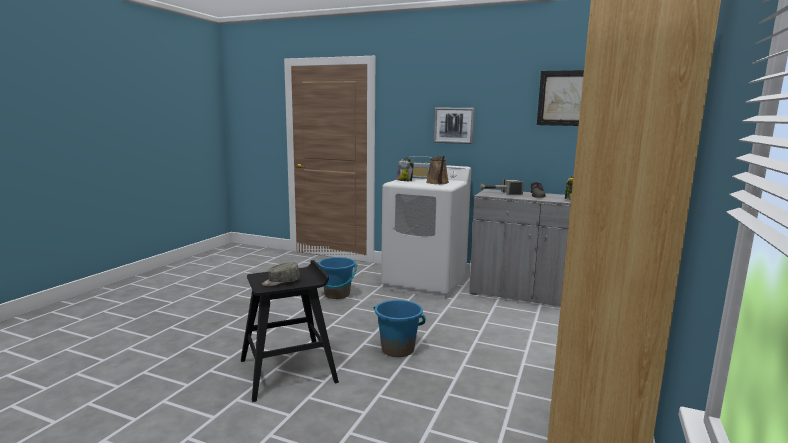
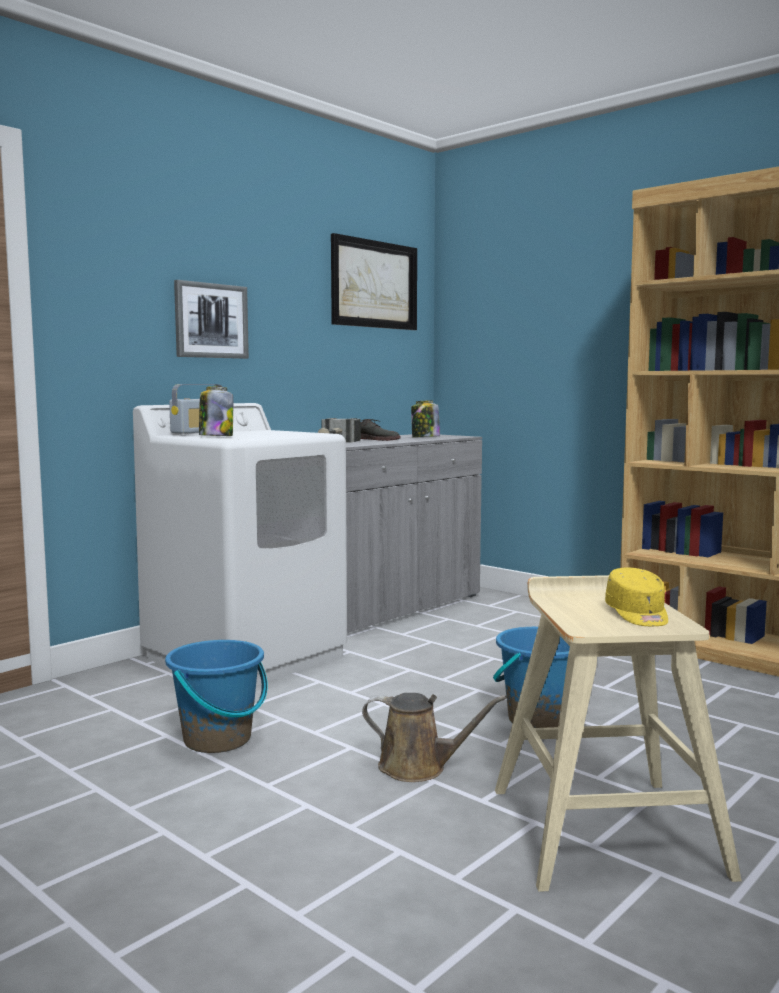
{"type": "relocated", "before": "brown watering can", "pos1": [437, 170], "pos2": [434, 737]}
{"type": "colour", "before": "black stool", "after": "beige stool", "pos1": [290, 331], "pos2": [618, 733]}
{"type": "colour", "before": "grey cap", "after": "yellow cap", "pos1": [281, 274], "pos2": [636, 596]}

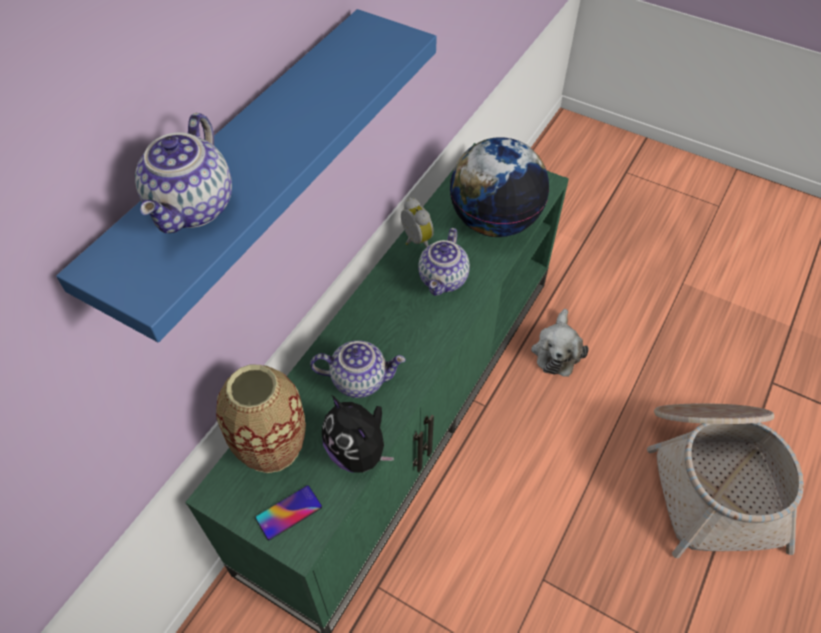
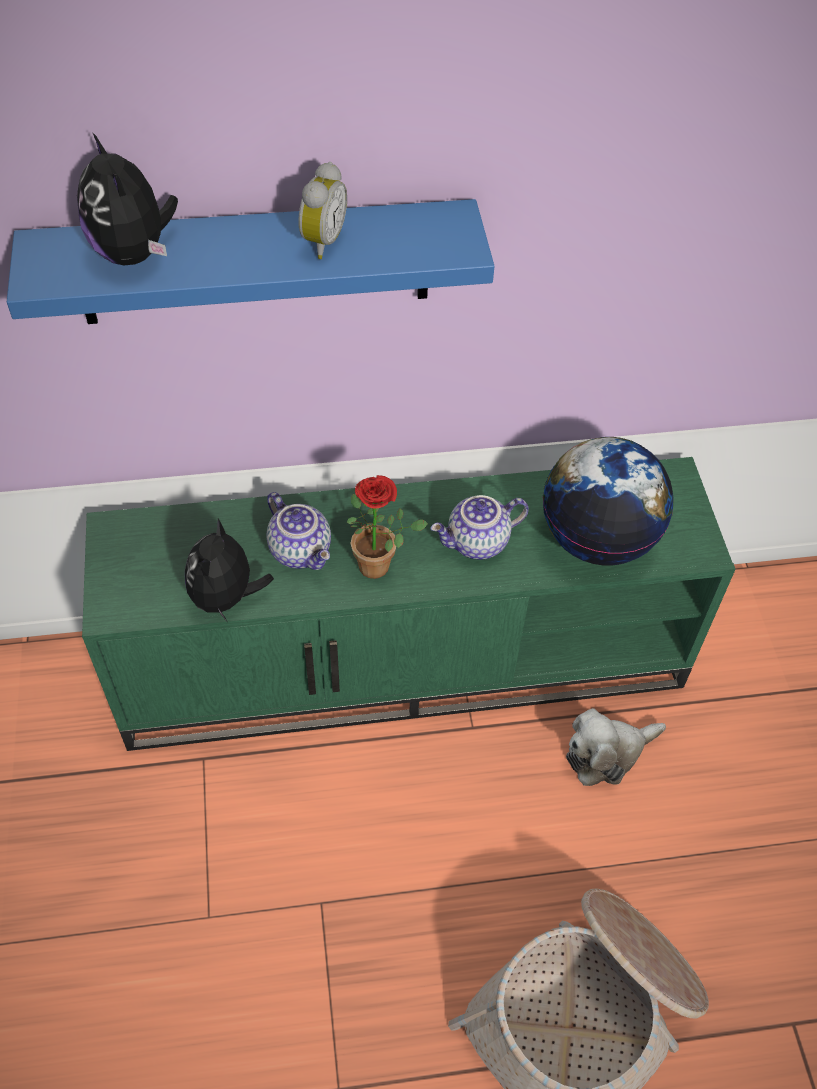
{"type": "exchanged", "before": "teapot", "after": "plush toy", "pos1": [183, 173], "pos2": [127, 199]}
{"type": "relocated", "before": "alarm clock", "pos1": [417, 223], "pos2": [322, 210]}
{"type": "missing", "before": "vase", "pos1": [261, 419]}
{"type": "missing", "before": "phone", "pos1": [288, 512]}
{"type": "appeared", "after": "potted plant", "pos2": [387, 527]}

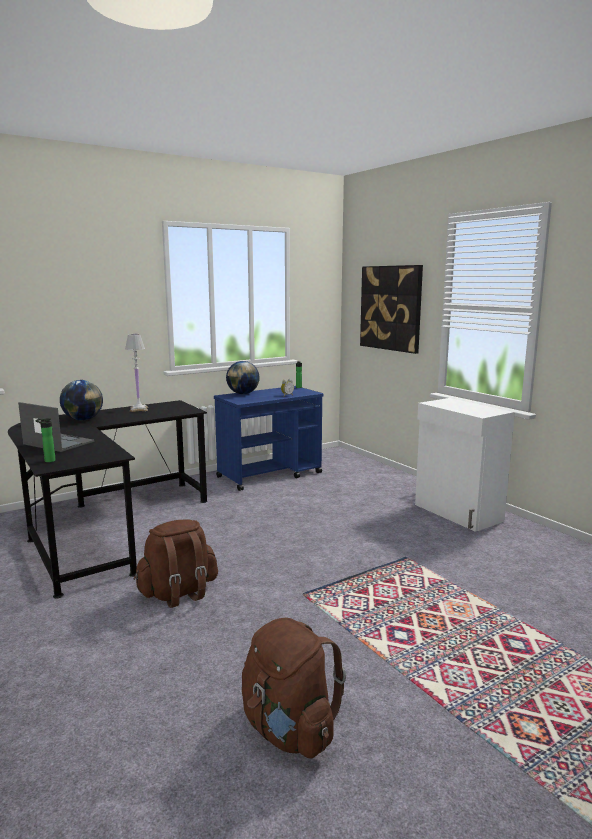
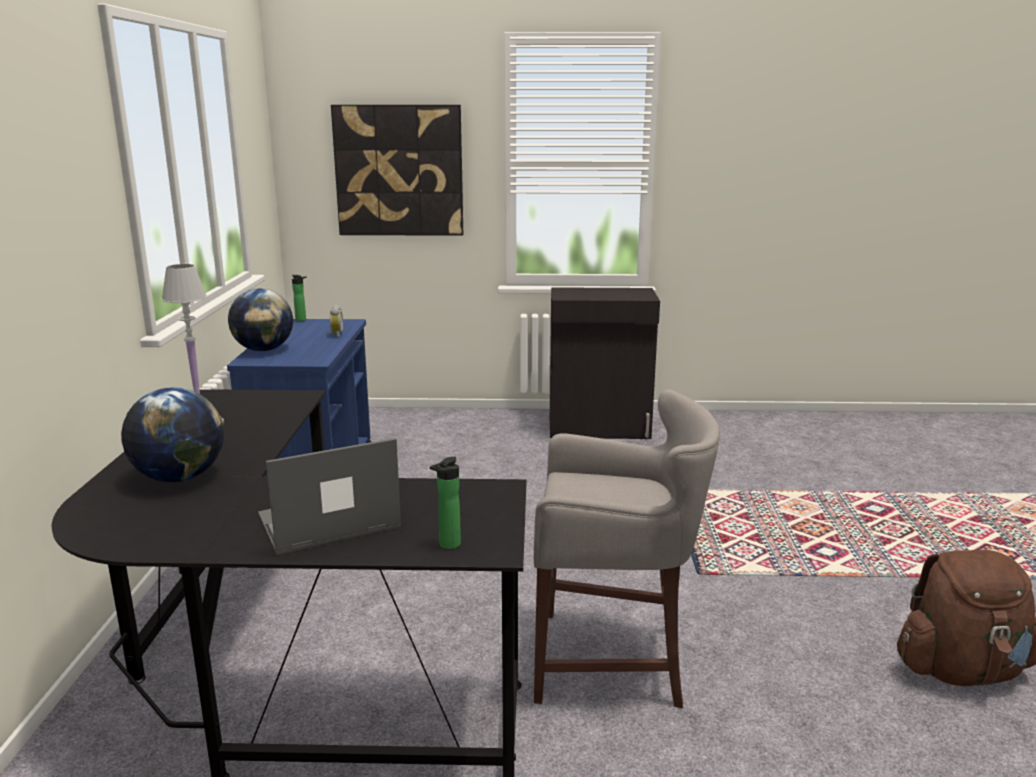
{"type": "colour", "before": "white cabinet", "after": "black cabinet", "pos1": [465, 465], "pos2": [605, 363]}
{"type": "exchanged", "before": "brown backpack", "after": "grey stool", "pos1": [176, 563], "pos2": [627, 549]}

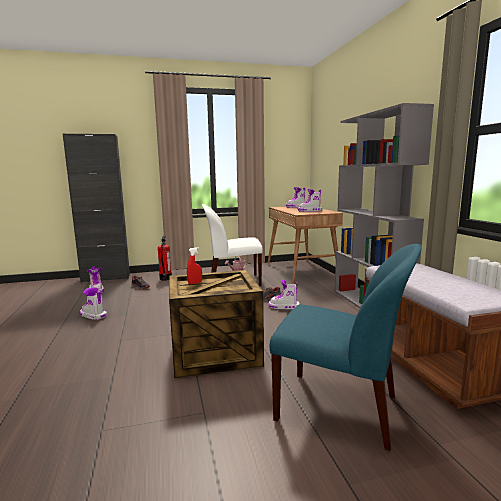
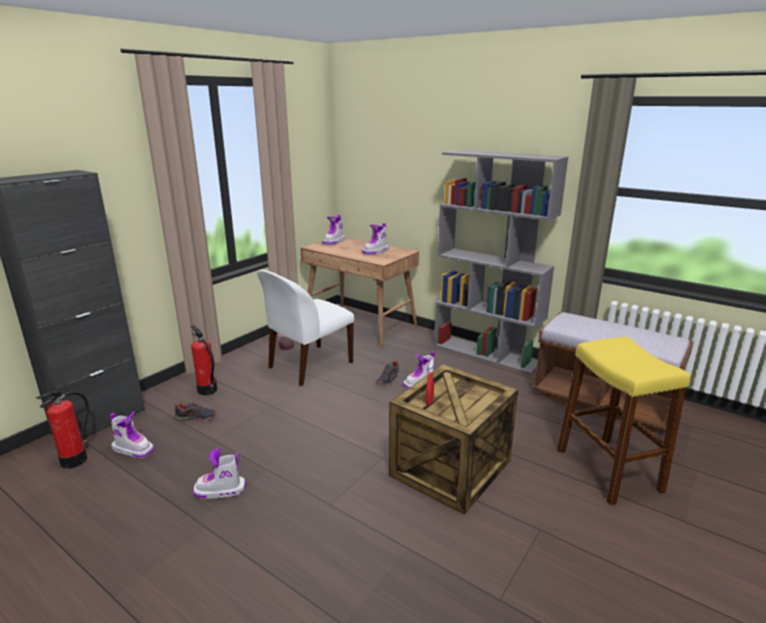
{"type": "exchanged", "before": "blue chair", "after": "yellow stool", "pos1": [345, 347], "pos2": [623, 421]}
{"type": "appeared", "after": "fire extinguisher", "pos2": [62, 430]}

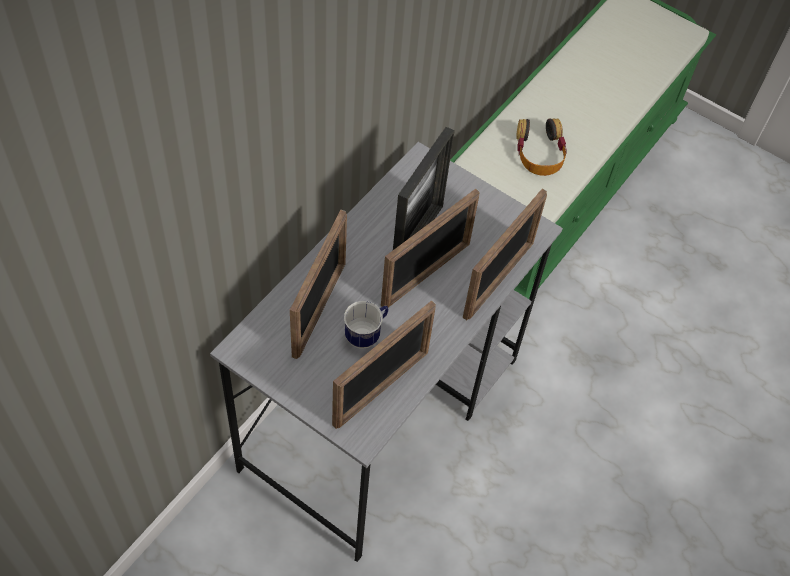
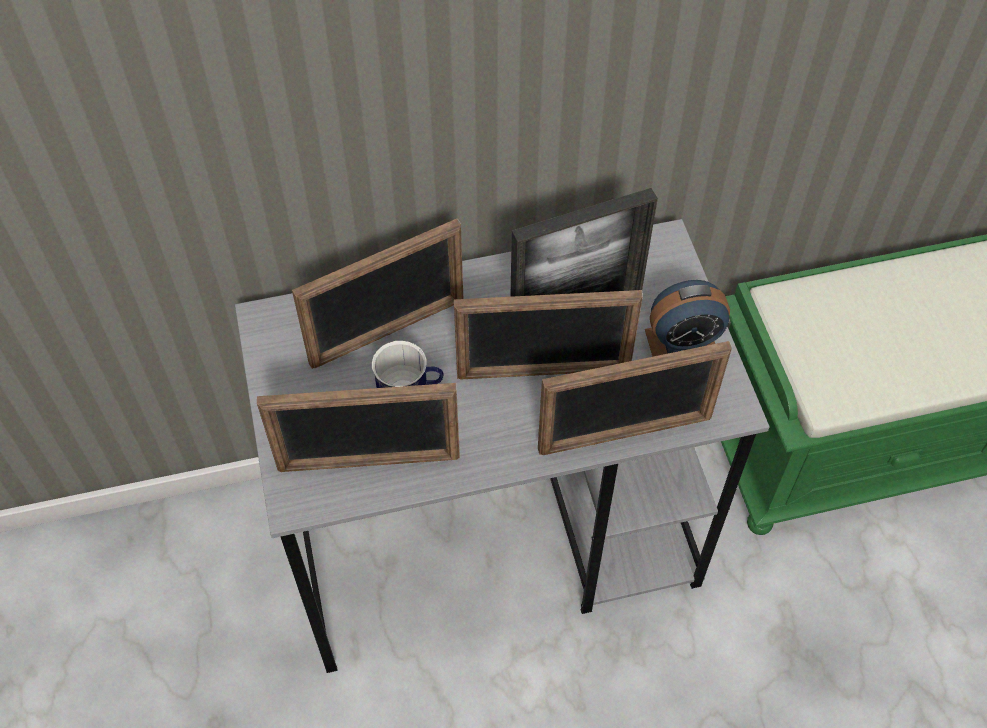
{"type": "missing", "before": "headphones", "pos1": [541, 147]}
{"type": "appeared", "after": "alarm clock", "pos2": [687, 318]}

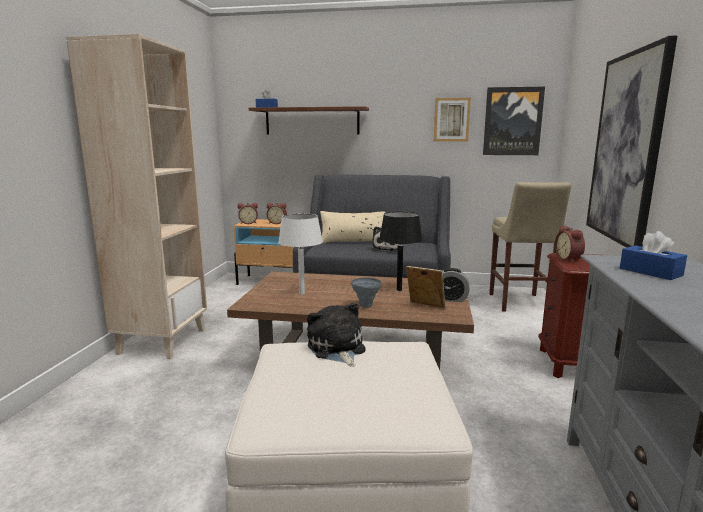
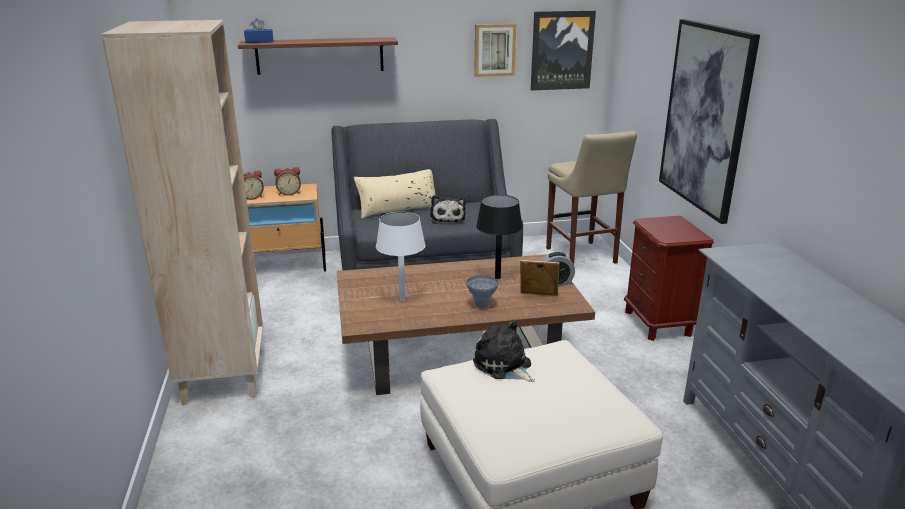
{"type": "missing", "before": "alarm clock", "pos1": [570, 244]}
{"type": "missing", "before": "blue tissue box", "pos1": [653, 255]}

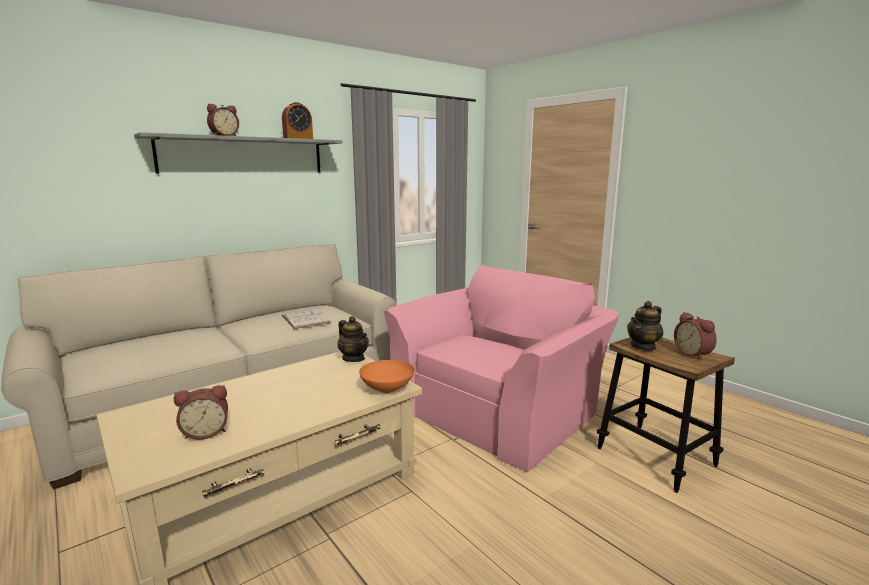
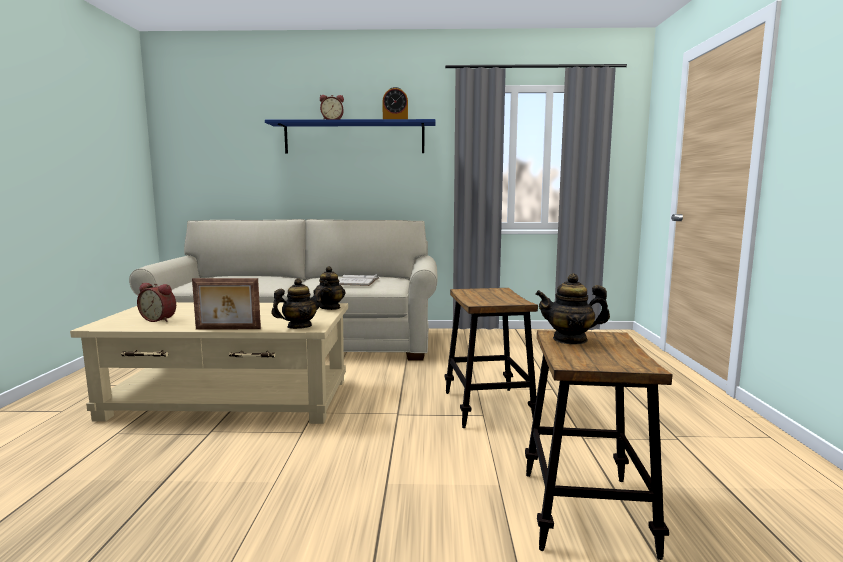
{"type": "colour", "before": "grey shelf", "after": "blue shelf", "pos1": [238, 153], "pos2": [350, 136]}
{"type": "exchanged", "before": "pink armchair", "after": "stool", "pos1": [501, 369], "pos2": [491, 358]}
{"type": "missing", "before": "alarm clock", "pos1": [695, 336]}
{"type": "exchanged", "before": "orange bowl", "after": "teapot", "pos1": [386, 376], "pos2": [297, 303]}
{"type": "appeared", "after": "picture frame", "pos2": [226, 304]}

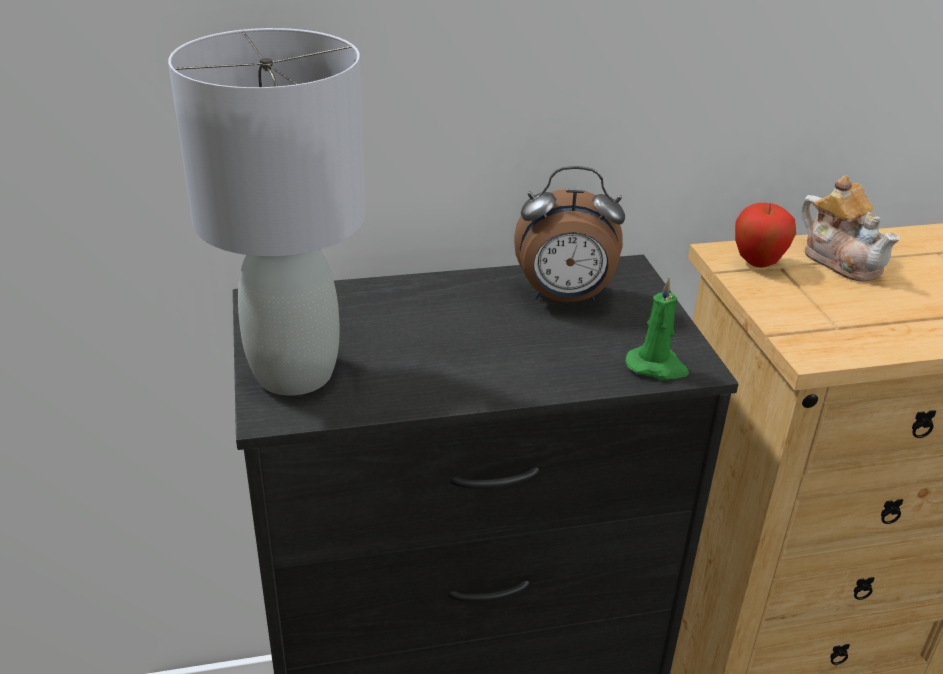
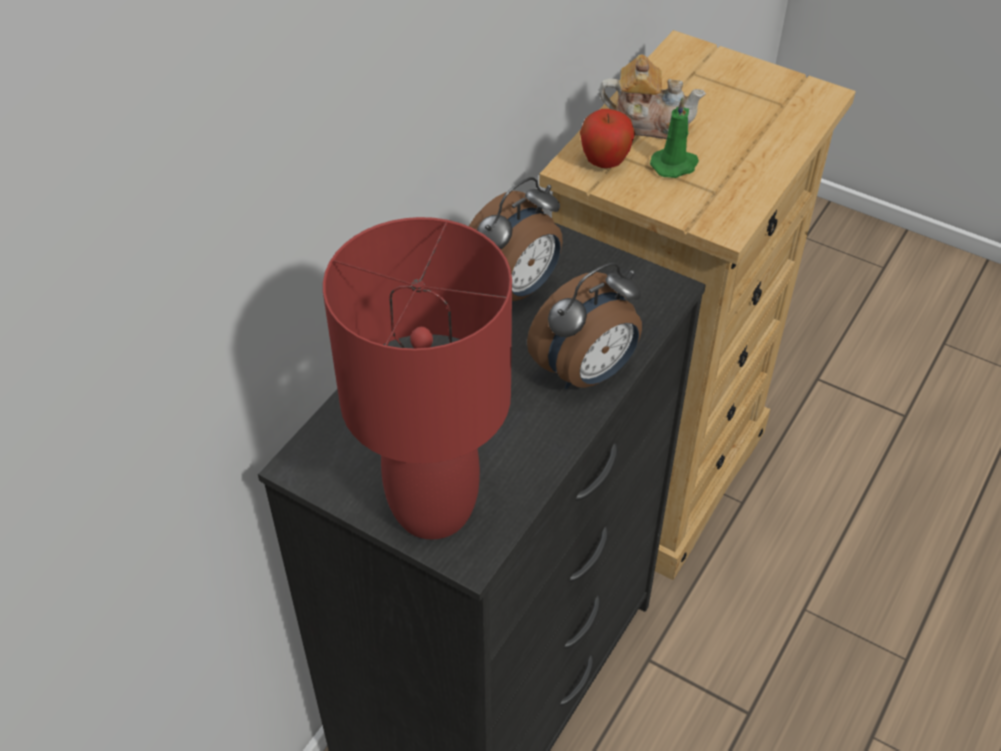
{"type": "colour", "before": "grey table lamp", "after": "red table lamp", "pos1": [267, 212], "pos2": [417, 378]}
{"type": "relocated", "before": "green candle", "pos1": [657, 329], "pos2": [674, 137]}
{"type": "appeared", "after": "alarm clock", "pos2": [584, 326]}

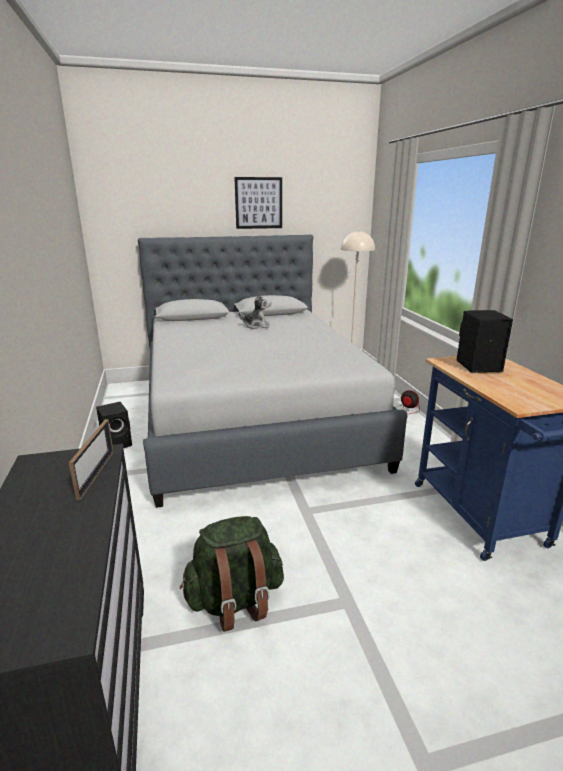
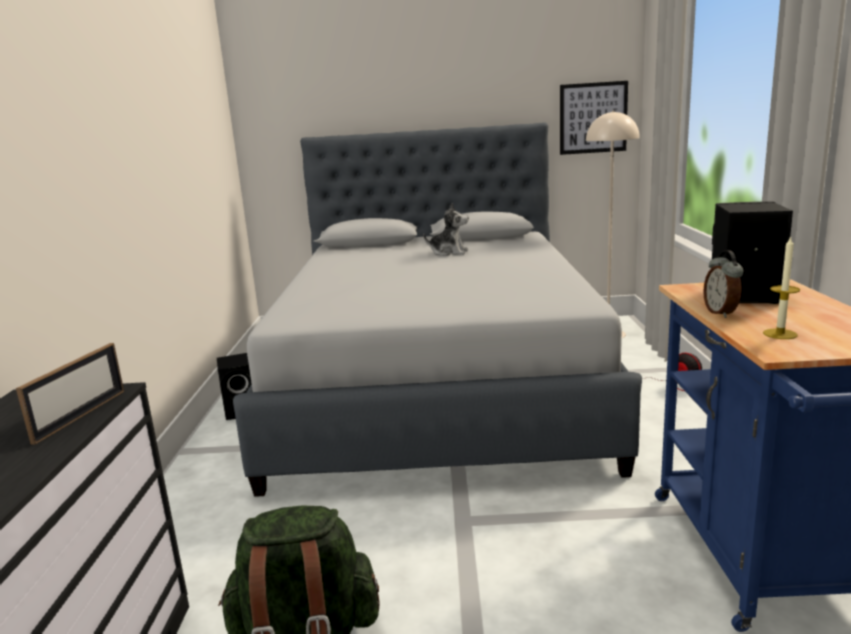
{"type": "relocated", "before": "picture", "pos1": [258, 203], "pos2": [594, 118]}
{"type": "appeared", "after": "candle", "pos2": [781, 287]}
{"type": "appeared", "after": "alarm clock", "pos2": [723, 284]}

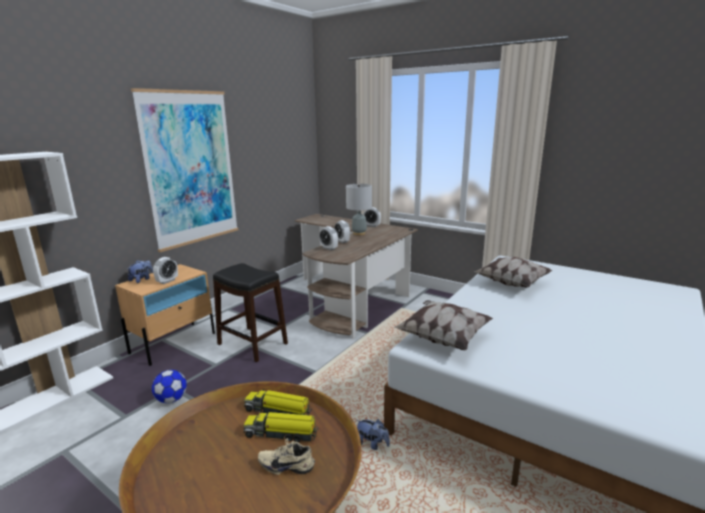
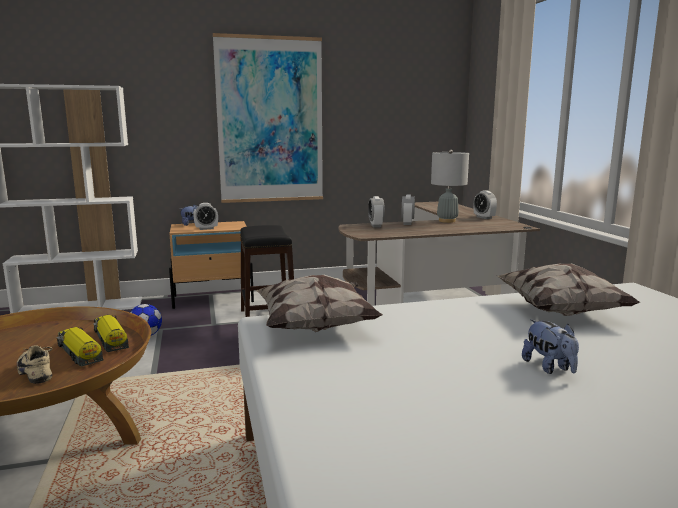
{"type": "relocated", "before": "plush toy", "pos1": [373, 434], "pos2": [550, 346]}

